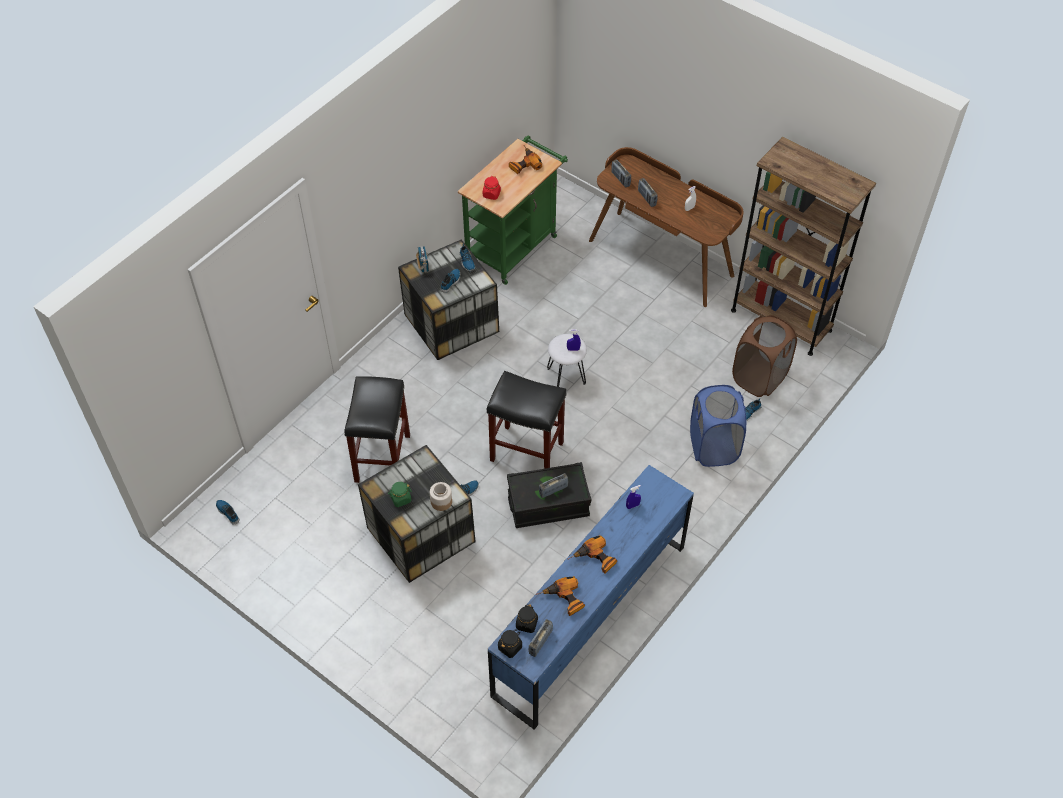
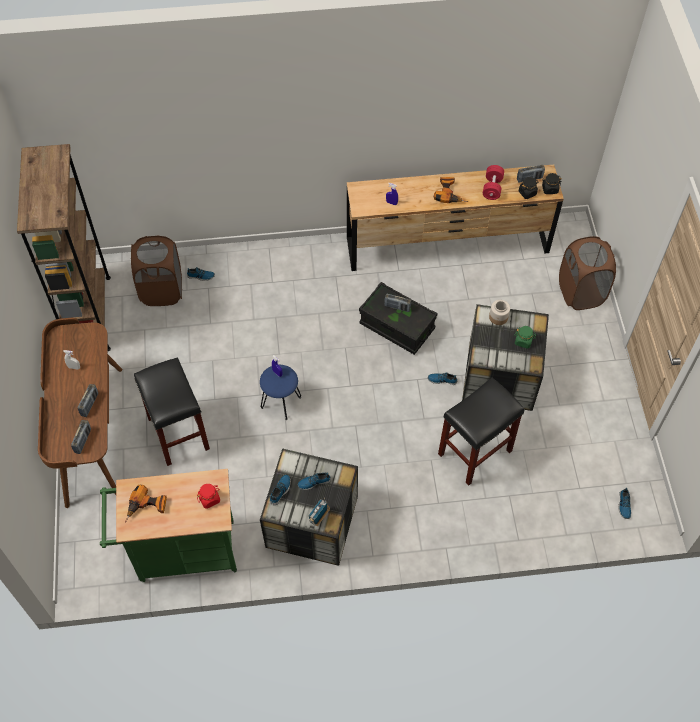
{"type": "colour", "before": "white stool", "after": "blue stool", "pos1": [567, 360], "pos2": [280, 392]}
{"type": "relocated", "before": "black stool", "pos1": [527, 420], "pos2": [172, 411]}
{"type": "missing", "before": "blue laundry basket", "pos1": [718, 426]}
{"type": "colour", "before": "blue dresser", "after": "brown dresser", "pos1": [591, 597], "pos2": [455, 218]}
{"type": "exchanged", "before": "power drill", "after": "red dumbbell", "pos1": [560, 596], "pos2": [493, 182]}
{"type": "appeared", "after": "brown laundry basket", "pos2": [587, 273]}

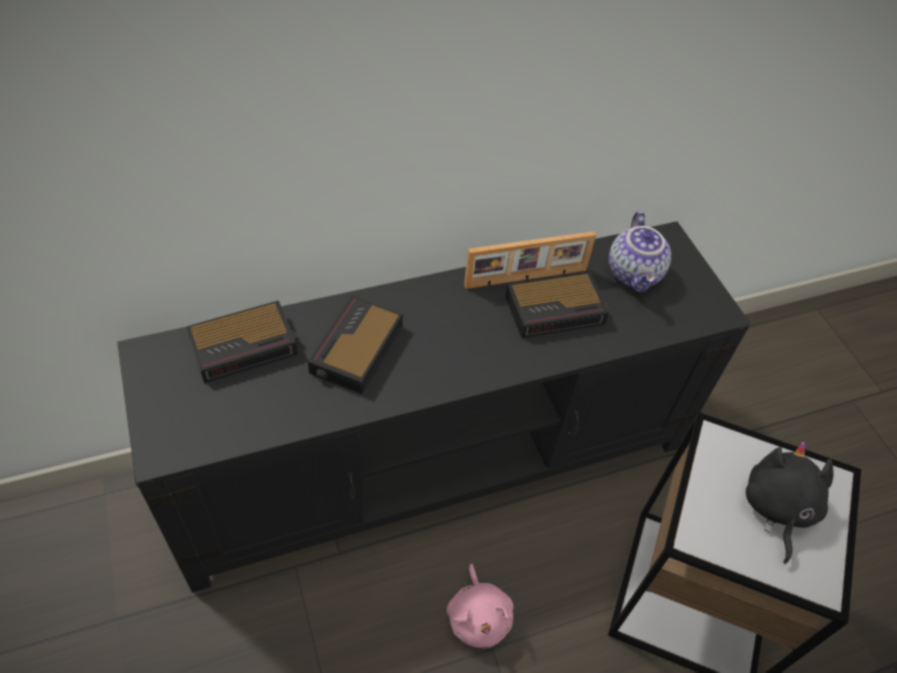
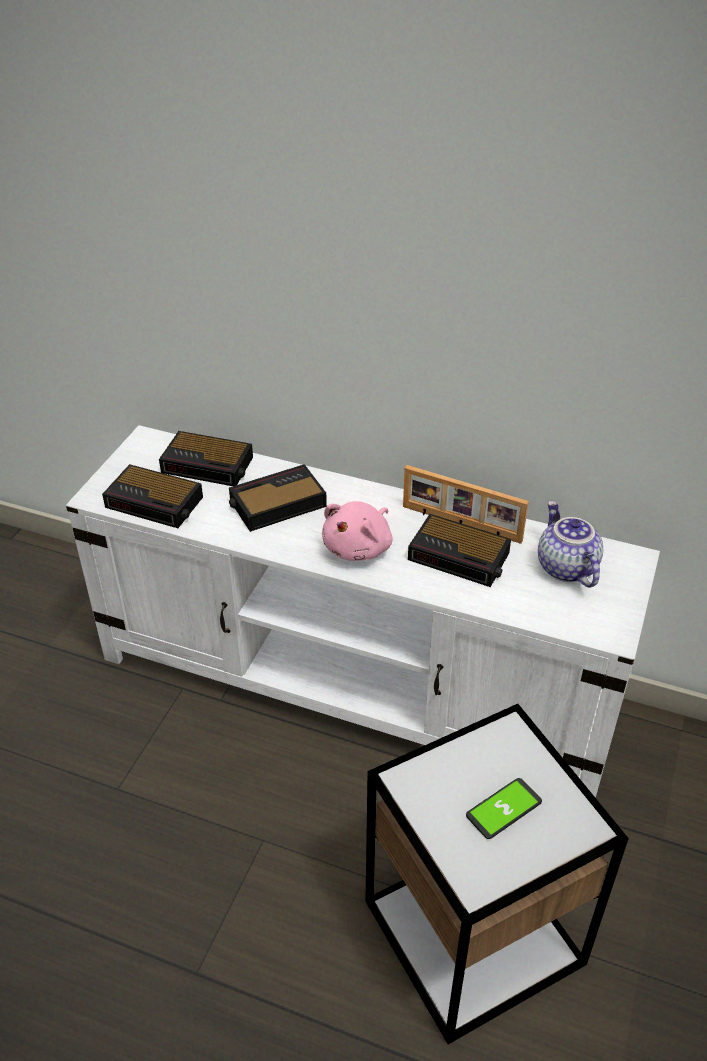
{"type": "spun", "before": "teapot", "pos1": [640, 251], "pos2": [570, 544], "turn": 120}
{"type": "colour", "before": "black tv stand", "after": "white tv stand", "pos1": [434, 407], "pos2": [363, 611]}
{"type": "exchanged", "before": "black plush toy", "after": "phone", "pos1": [790, 503], "pos2": [504, 808]}
{"type": "relocated", "before": "pink plush toy", "pos1": [480, 606], "pos2": [357, 531]}
{"type": "appeared", "after": "alarm clock", "pos2": [152, 496]}

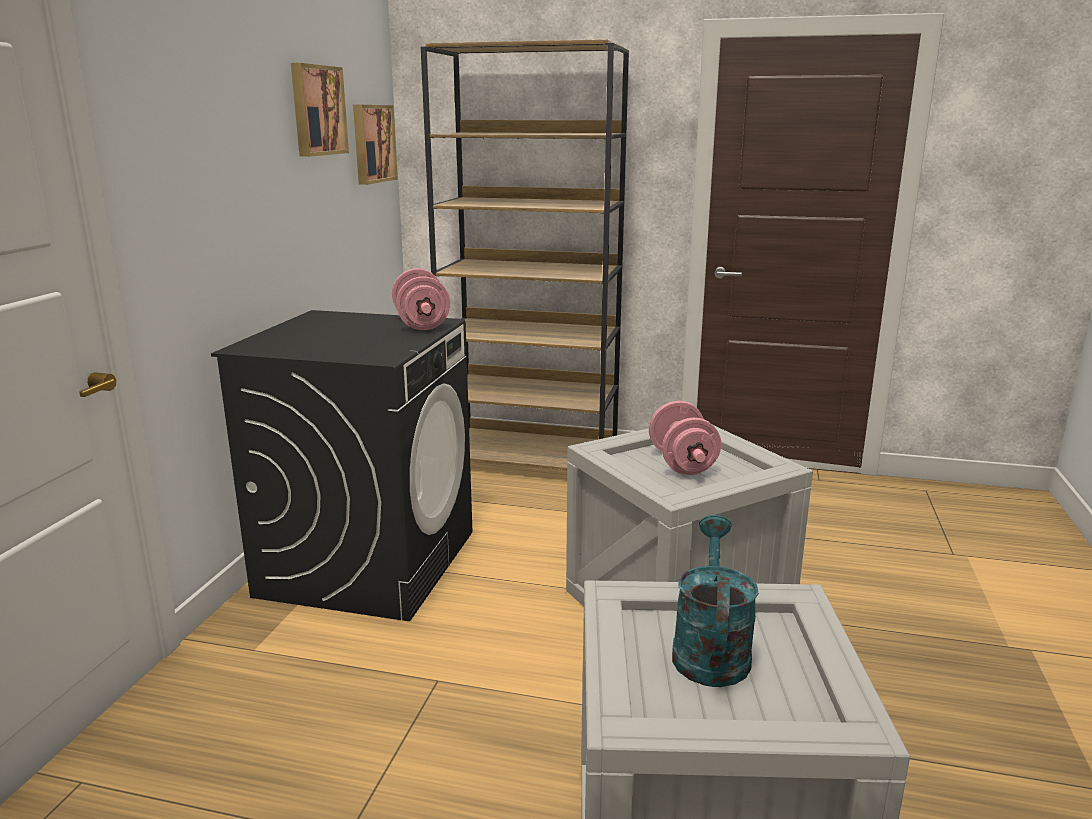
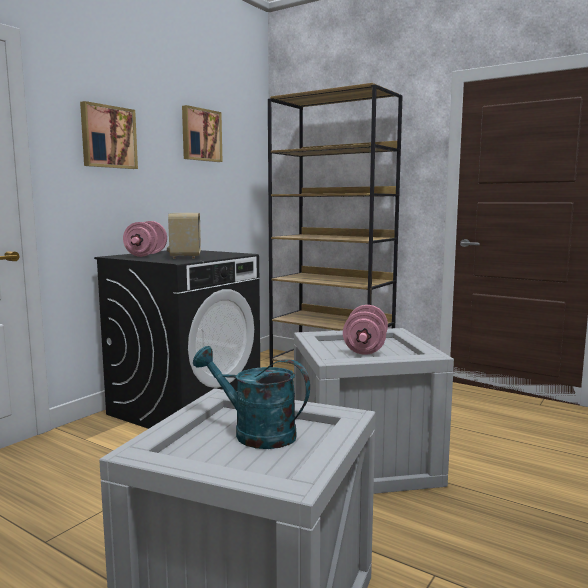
{"type": "relocated", "before": "picture", "pos1": [375, 145], "pos2": [109, 135]}
{"type": "relocated", "before": "pink dumbbell", "pos1": [421, 299], "pos2": [145, 239]}
{"type": "spun", "before": "turquoise watering can", "pos1": [715, 601], "pos2": [251, 397], "turn": -90}
{"type": "appeared", "after": "radio", "pos2": [184, 236]}

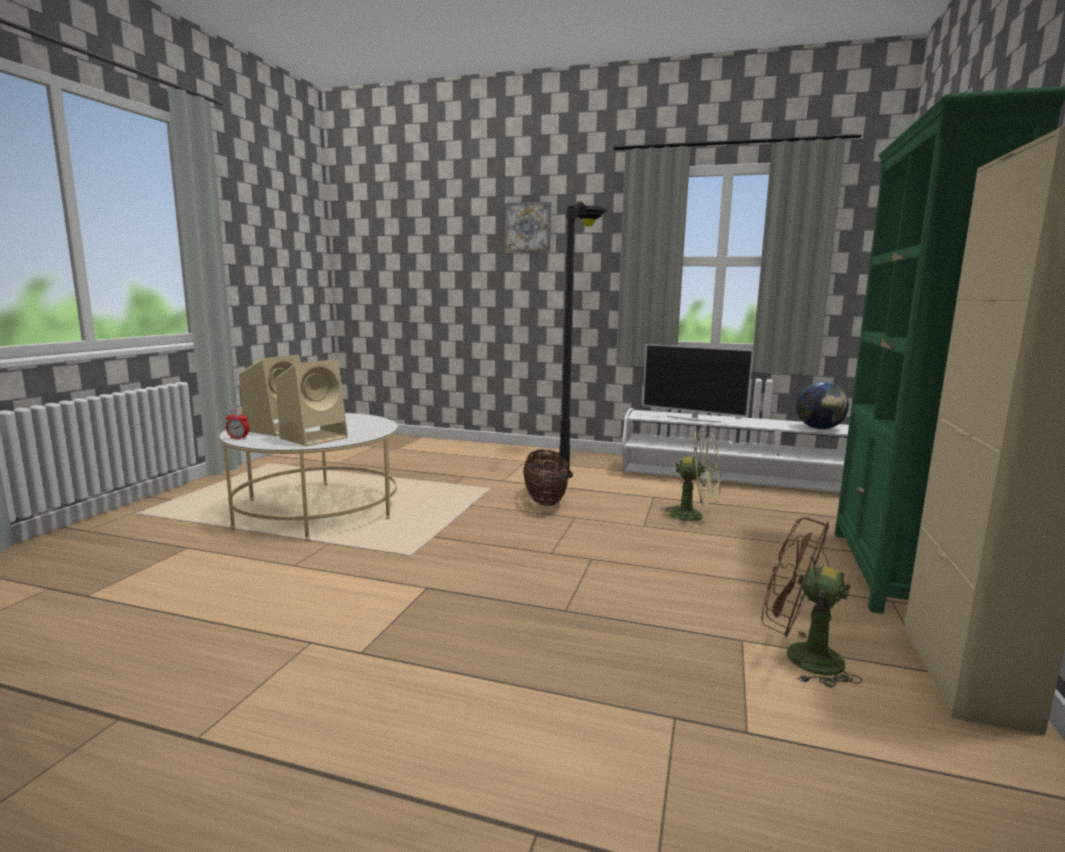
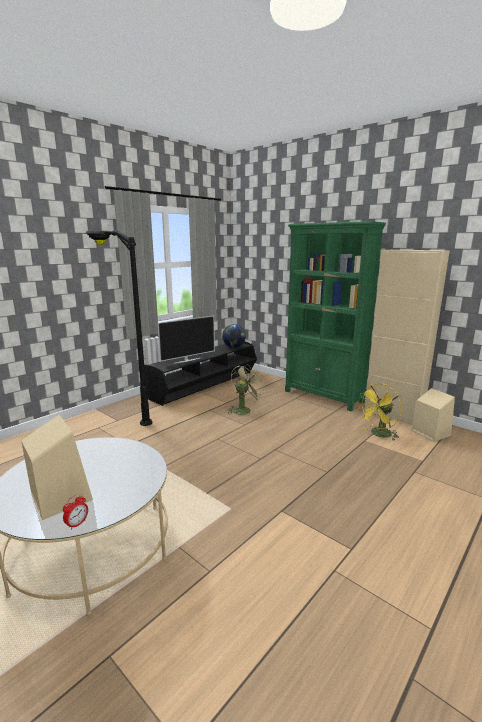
{"type": "missing", "before": "picture", "pos1": [528, 227]}
{"type": "relocated", "before": "beige speaker", "pos1": [311, 402], "pos2": [433, 415]}
{"type": "colour", "before": "white tv stand", "after": "black tv stand", "pos1": [735, 450], "pos2": [200, 373]}
{"type": "missing", "before": "basket", "pos1": [546, 478]}
{"type": "colour", "before": "brown fan", "after": "yellow fan", "pos1": [812, 602], "pos2": [379, 412]}

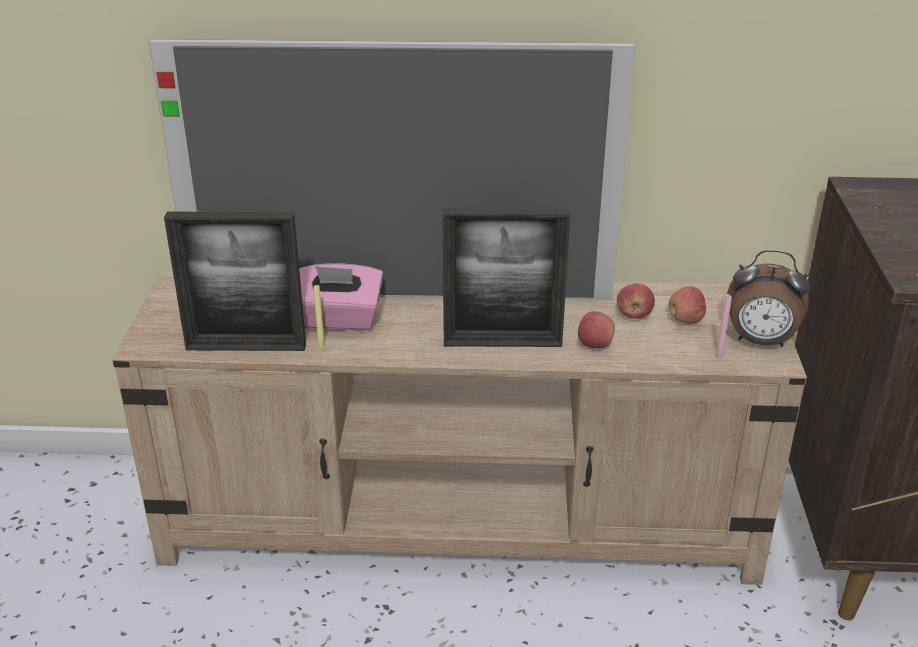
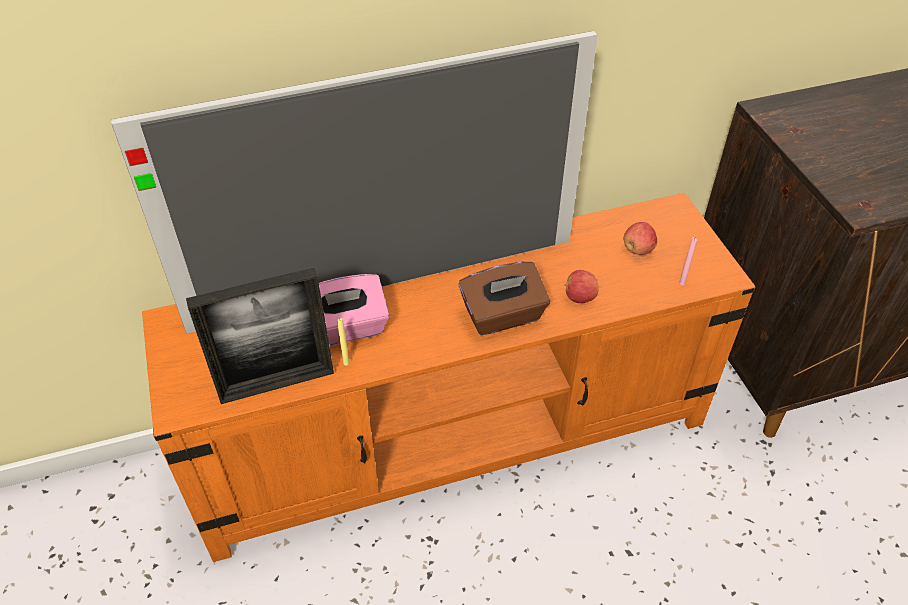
{"type": "exchanged", "before": "picture frame", "after": "brown tissue box", "pos1": [506, 277], "pos2": [504, 298]}
{"type": "missing", "before": "alarm clock", "pos1": [768, 298]}
{"type": "colour", "before": "beige tv stand", "after": "orange tv stand", "pos1": [460, 428], "pos2": [449, 377]}
{"type": "missing", "before": "apple", "pos1": [636, 301]}

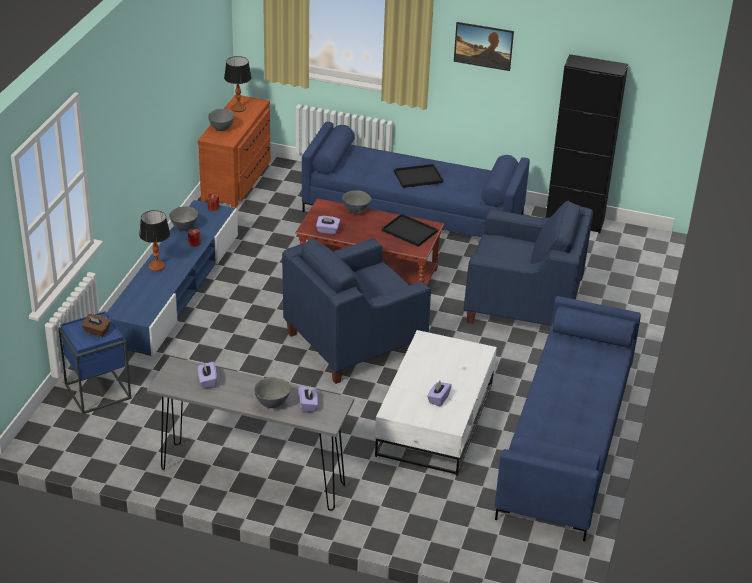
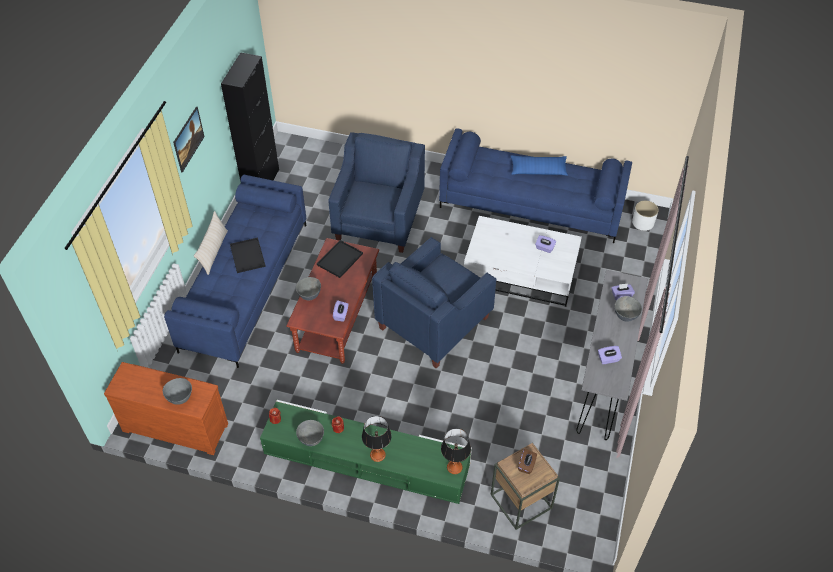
{"type": "relocated", "before": "table lamp", "pos1": [238, 84], "pos2": [456, 451]}
{"type": "colour", "before": "blue tv stand", "after": "green tv stand", "pos1": [172, 278], "pos2": [366, 452]}
{"type": "spun", "before": "blue armchair", "pos1": [356, 311], "pos2": [434, 302], "turn": 75}
{"type": "colour", "before": "blue side table", "after": "brown side table", "pos1": [95, 362], "pos2": [525, 486]}
{"type": "appeared", "after": "blue pillow", "pos2": [539, 165]}
{"type": "appeared", "after": "white planter", "pos2": [645, 216]}
{"type": "appeared", "after": "beige pillow", "pos2": [211, 243]}

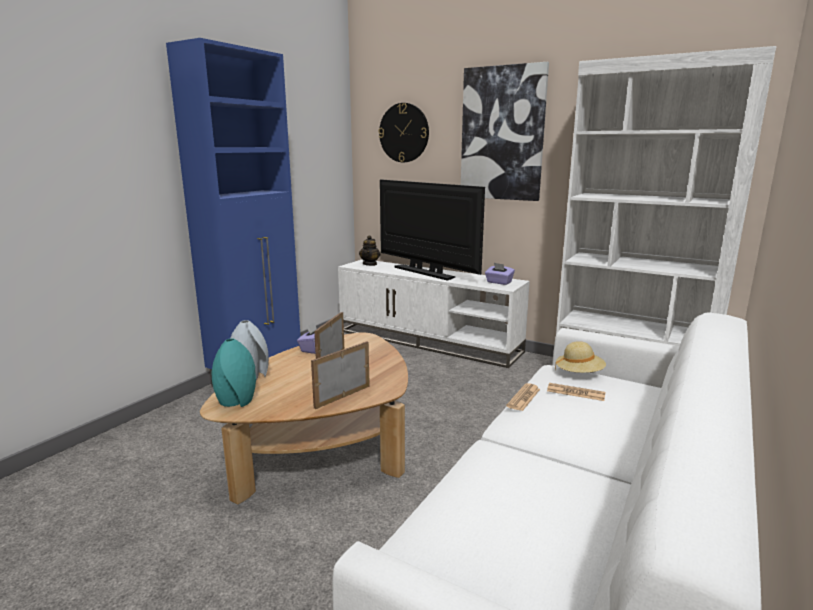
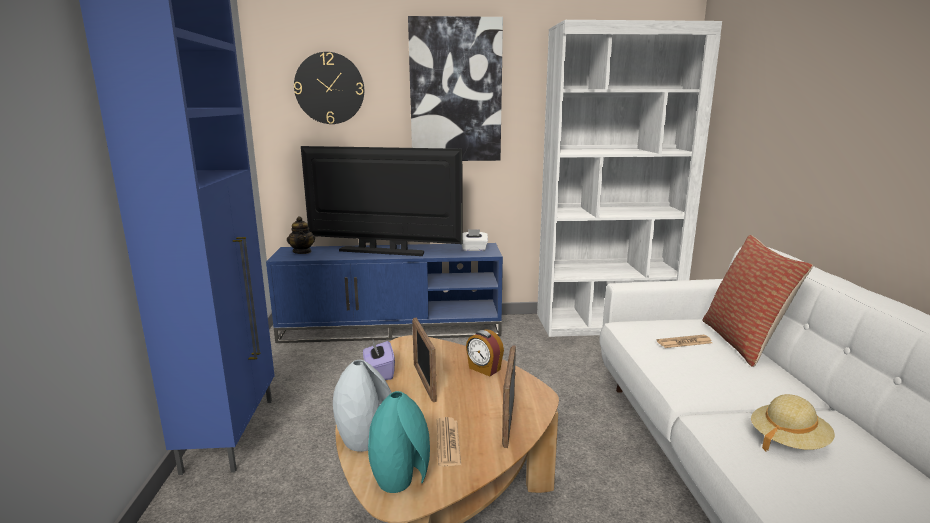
{"type": "colour", "before": "white tv stand", "after": "blue tv stand", "pos1": [434, 314], "pos2": [384, 293]}
{"type": "colour", "before": "purple tissue box", "after": "white tissue box", "pos1": [500, 274], "pos2": [474, 240]}
{"type": "relocated", "before": "beige hat", "pos1": [580, 357], "pos2": [793, 422]}
{"type": "relocated", "before": "newspaper", "pos1": [523, 397], "pos2": [449, 442]}
{"type": "appeared", "after": "pillow", "pos2": [757, 301]}
{"type": "appeared", "after": "alarm clock", "pos2": [485, 353]}

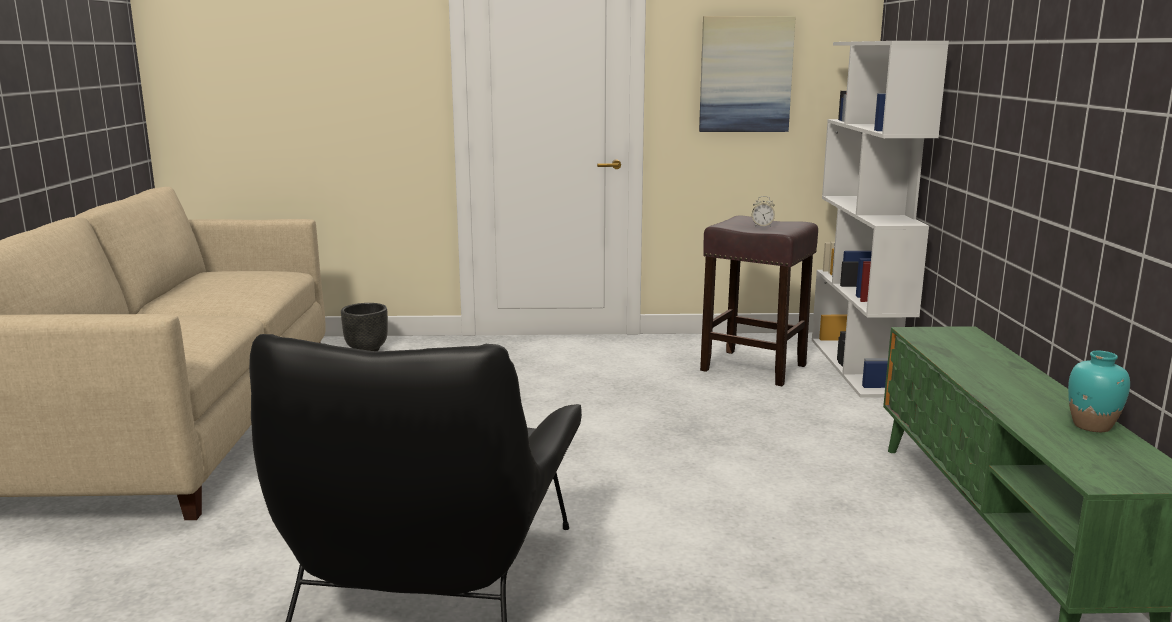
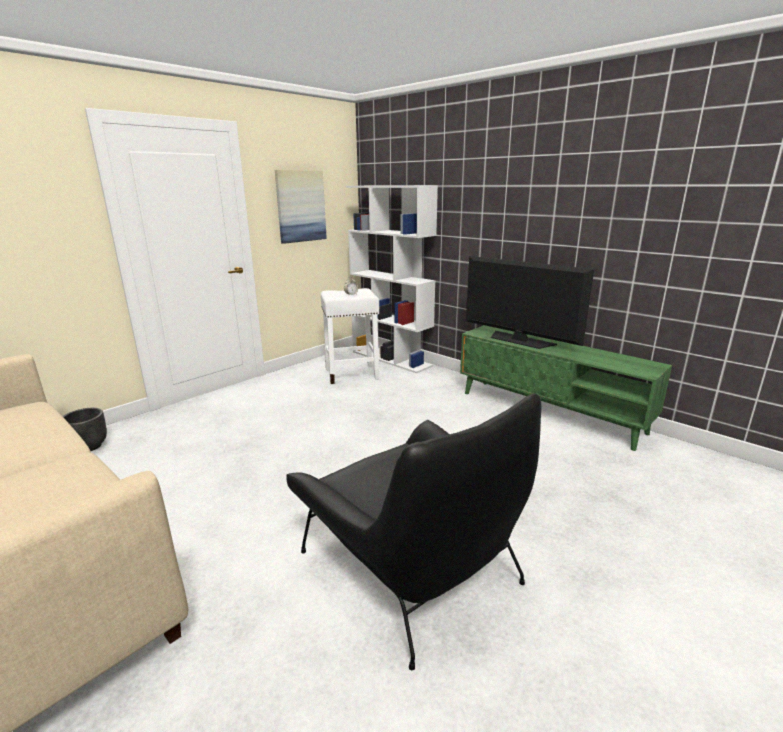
{"type": "colour", "before": "brown stool", "after": "white stool", "pos1": [759, 301], "pos2": [350, 336]}
{"type": "missing", "before": "turquoise vase", "pos1": [1099, 391]}
{"type": "appeared", "after": "television", "pos2": [530, 302]}

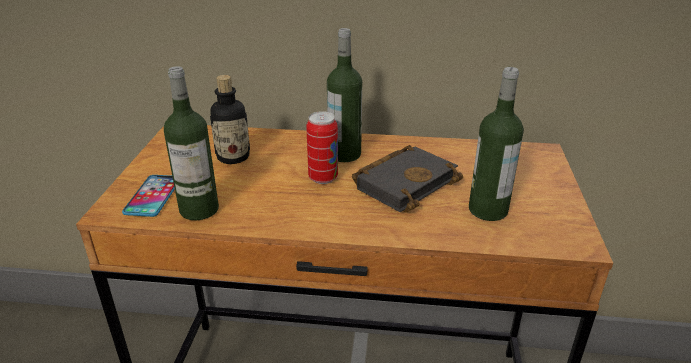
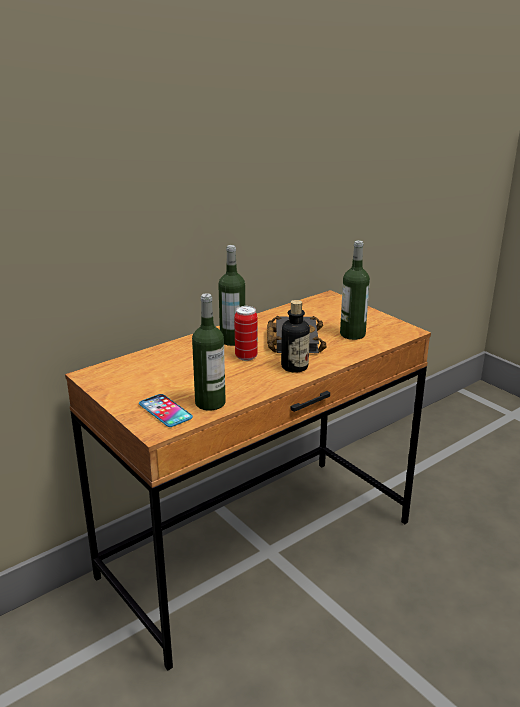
{"type": "relocated", "before": "bottle", "pos1": [230, 119], "pos2": [295, 336]}

